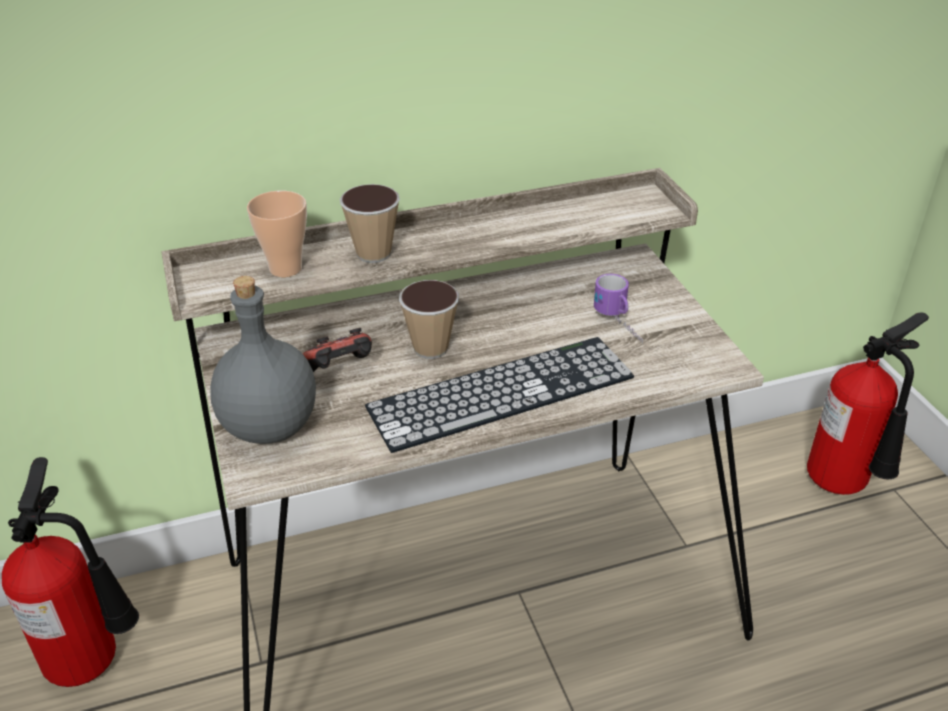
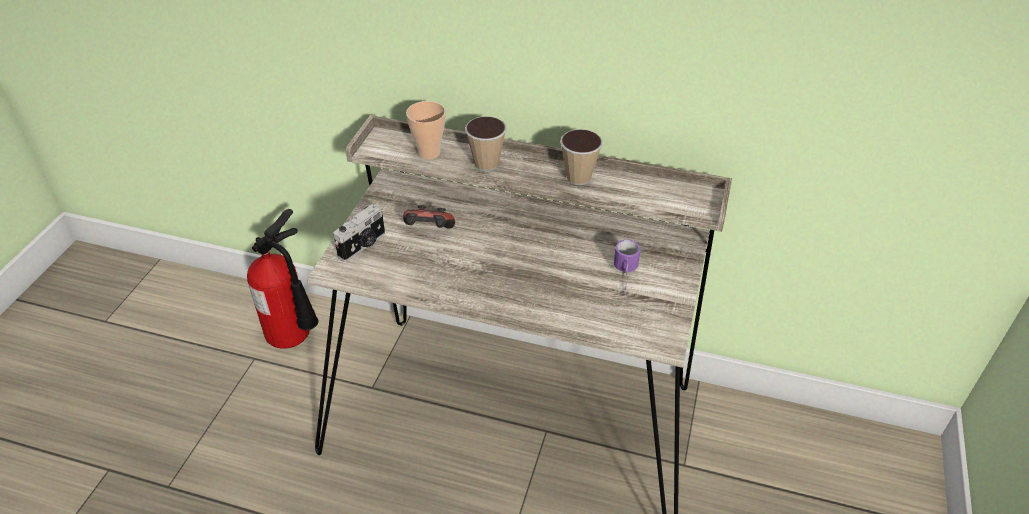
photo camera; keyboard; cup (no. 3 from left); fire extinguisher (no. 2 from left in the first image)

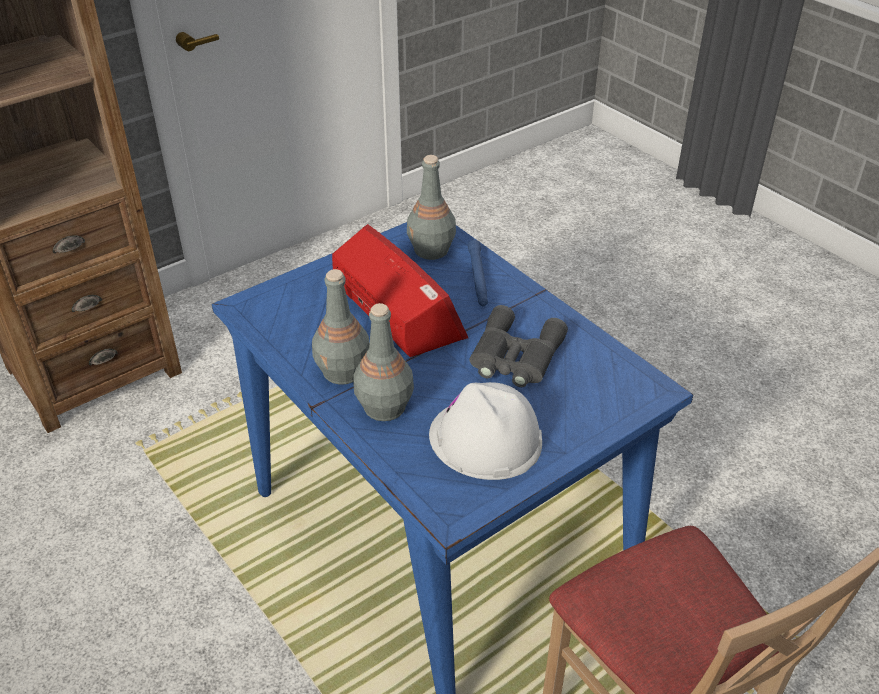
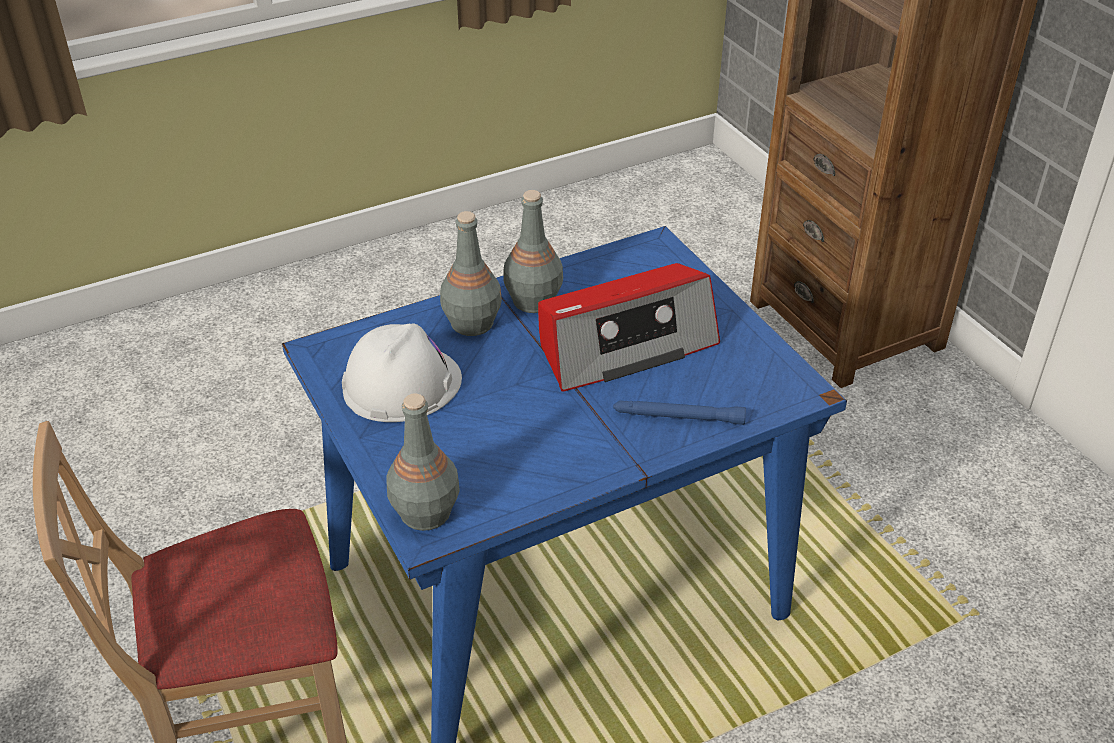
grey bottle (no. 1 from left); grey binoculars

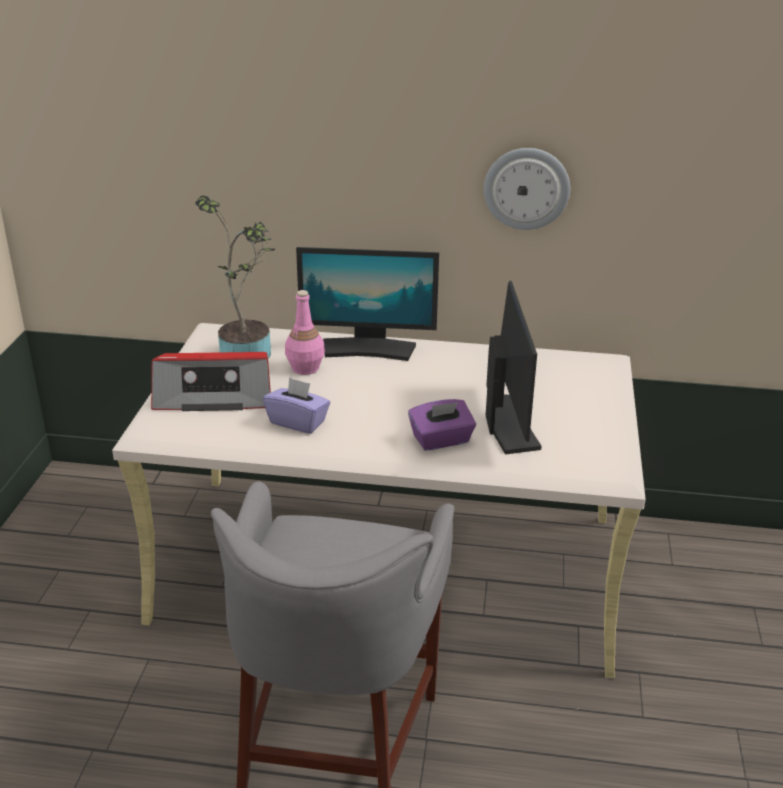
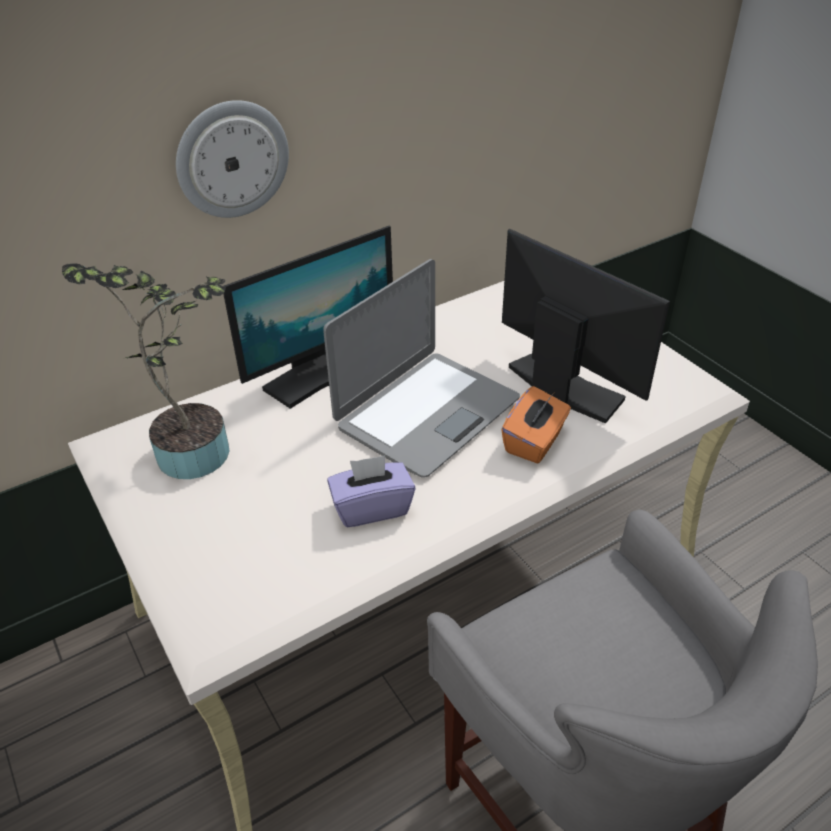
radio; pink bottle; orange tissue box; wall clock; laptop

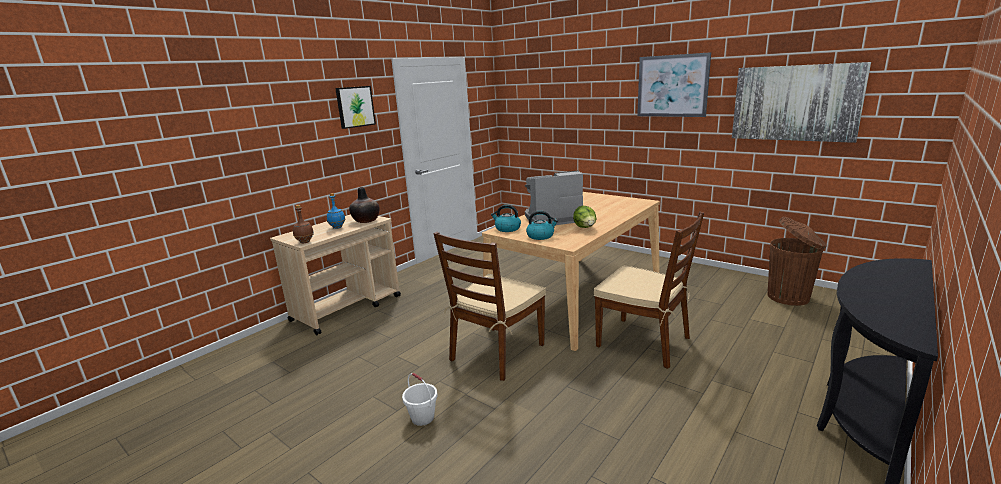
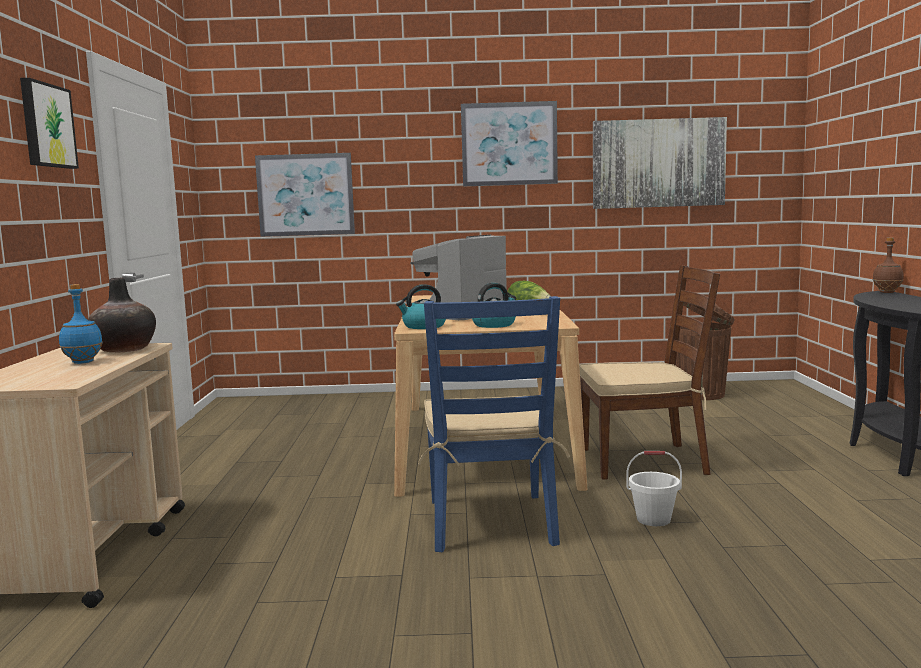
brown bottle; white bucket; blue chair; picture (no. 2 from left)

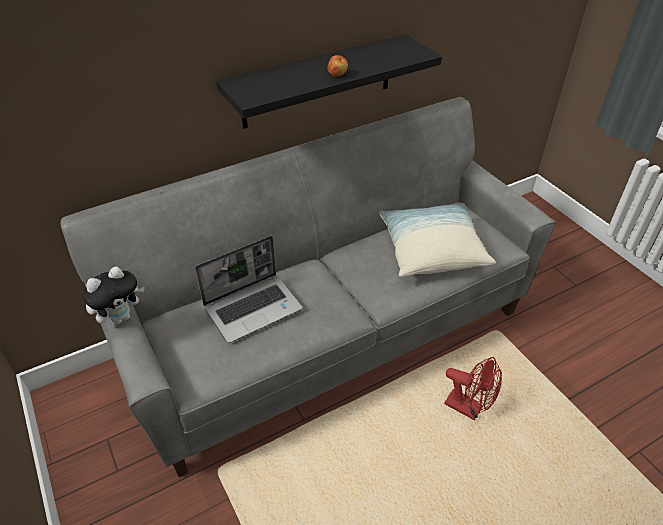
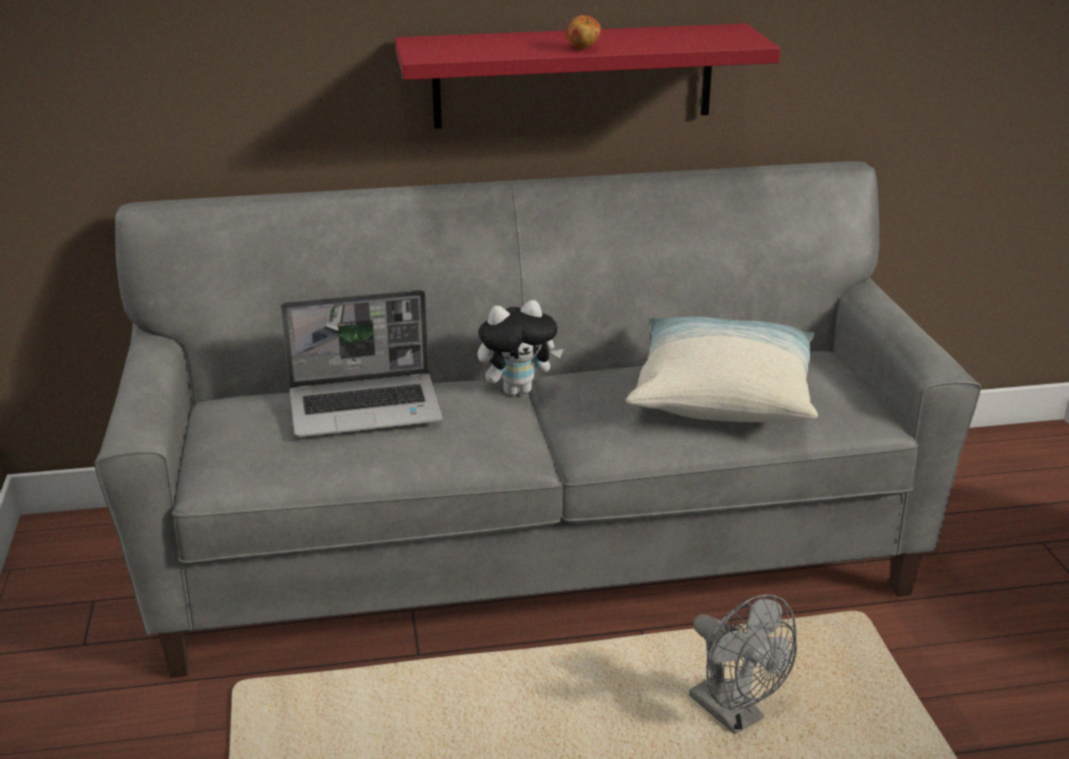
plush toy; red shelf; grey fan

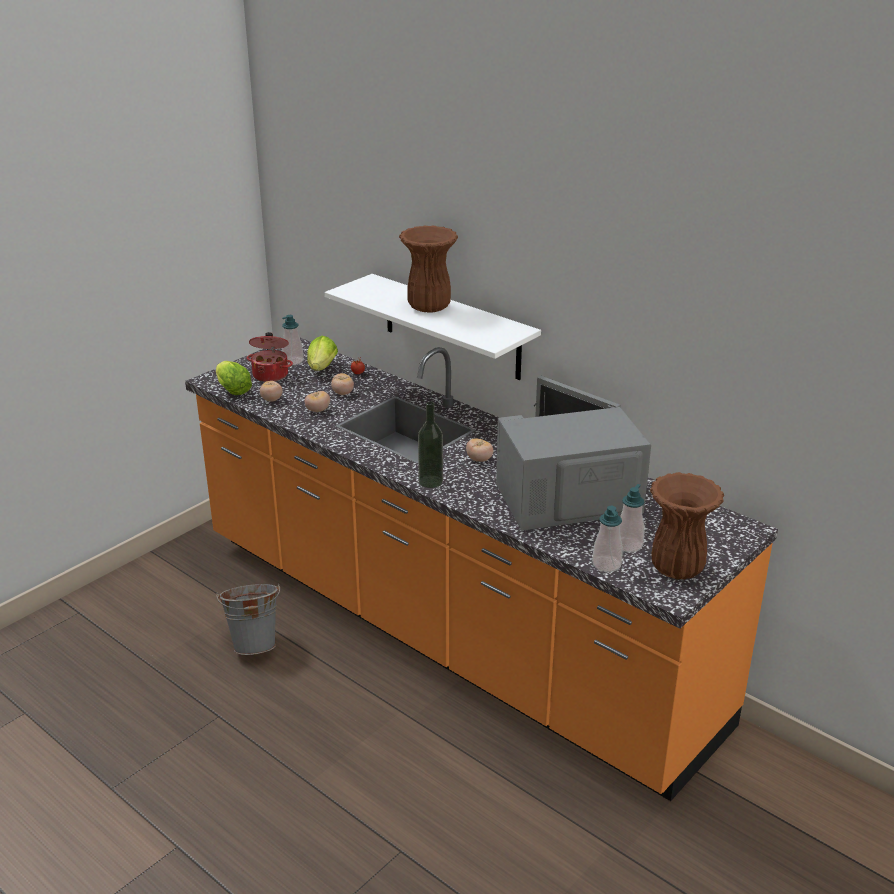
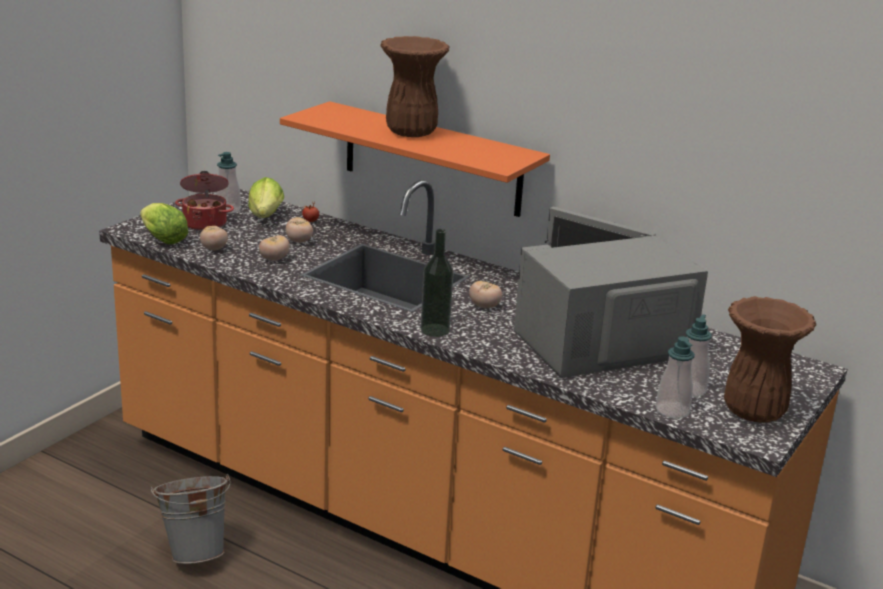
orange shelf

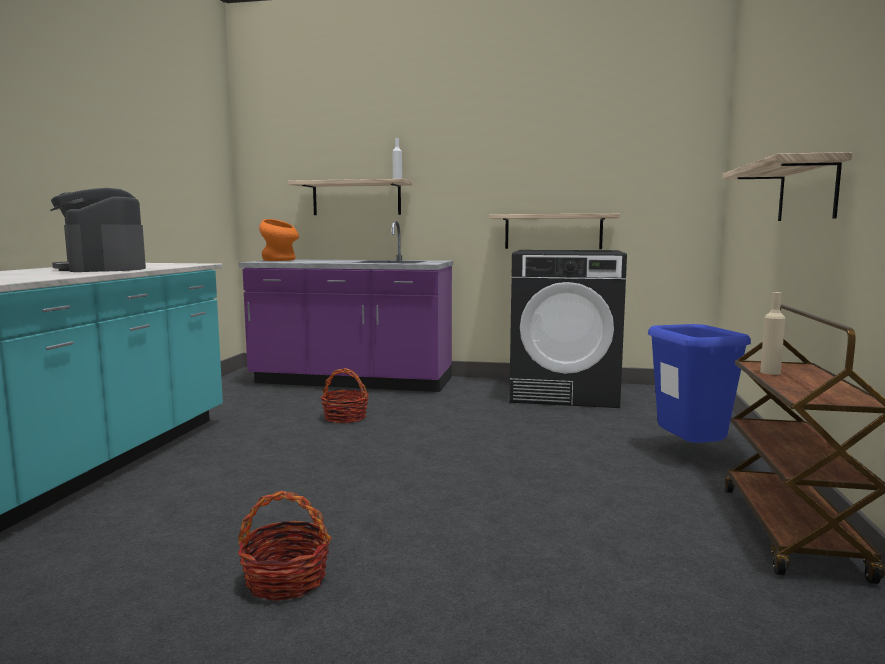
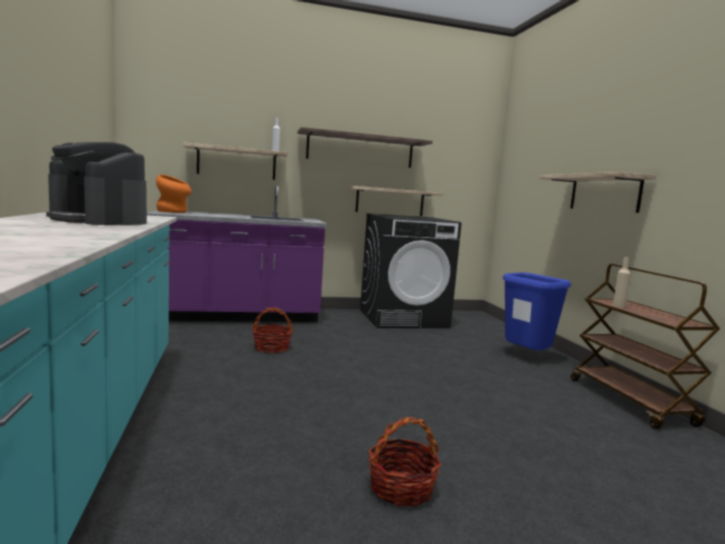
shelf (no. 2 from left)

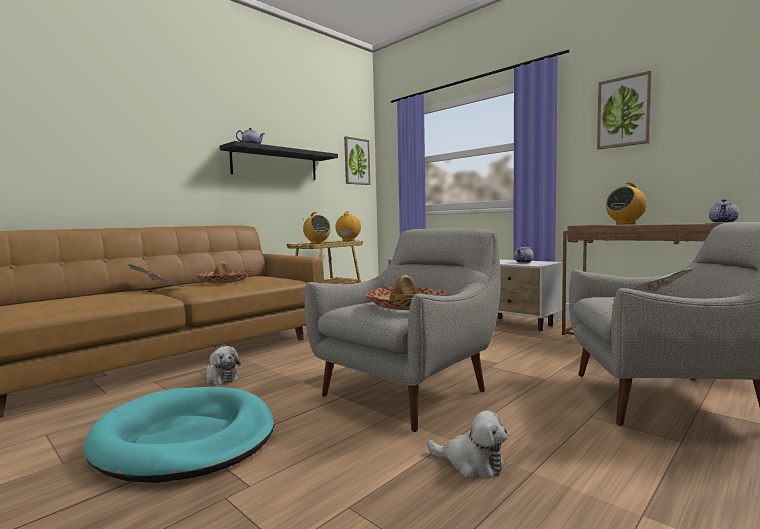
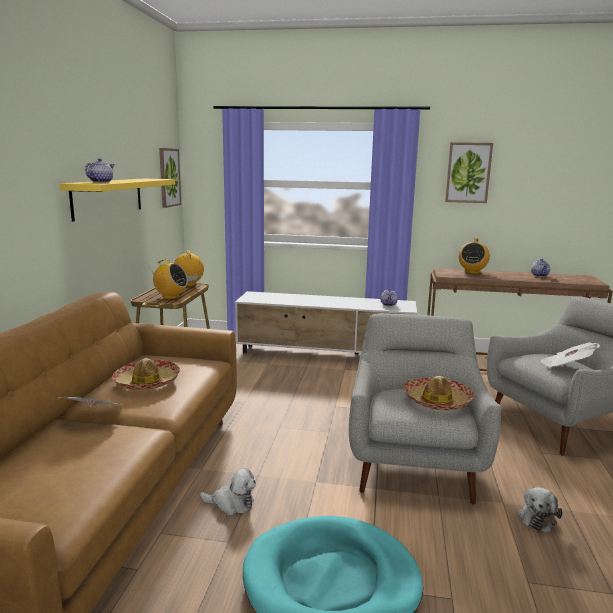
yellow shelf; plush toy (no. 2 from left)

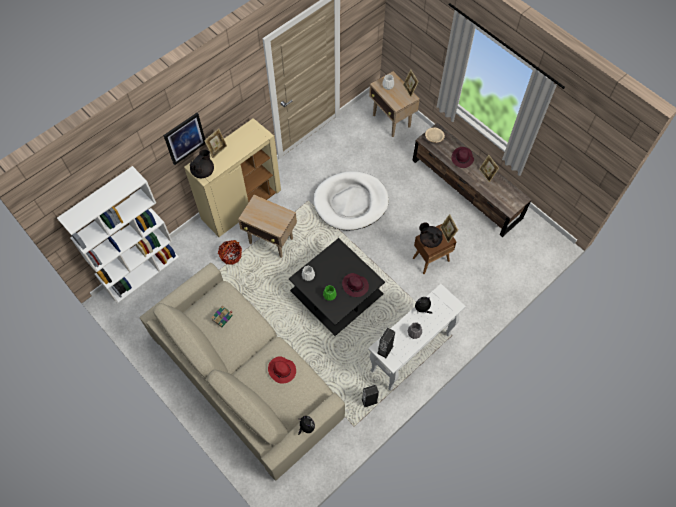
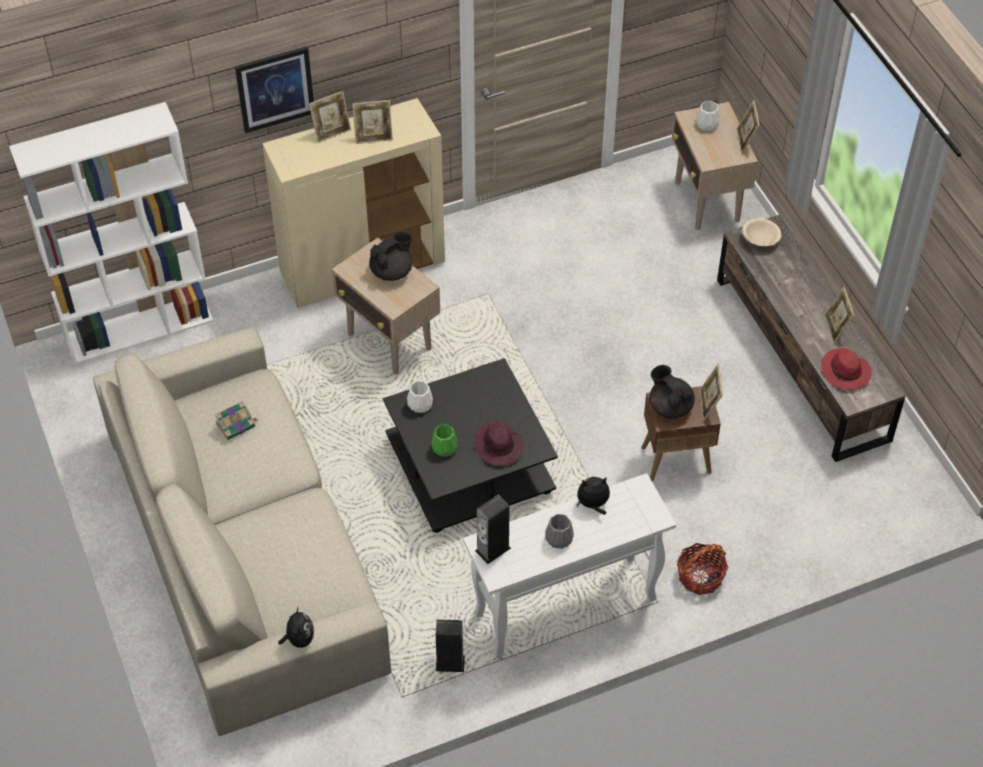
black teapot (no. 1 from left); basket; red hat; white dog bed; purple hat (no. 2 from left in the first image); picture frame (no. 2 from left)

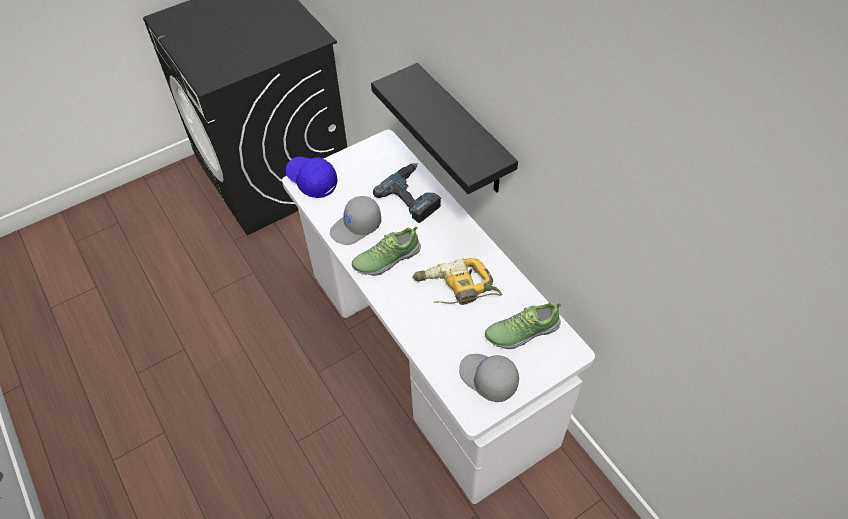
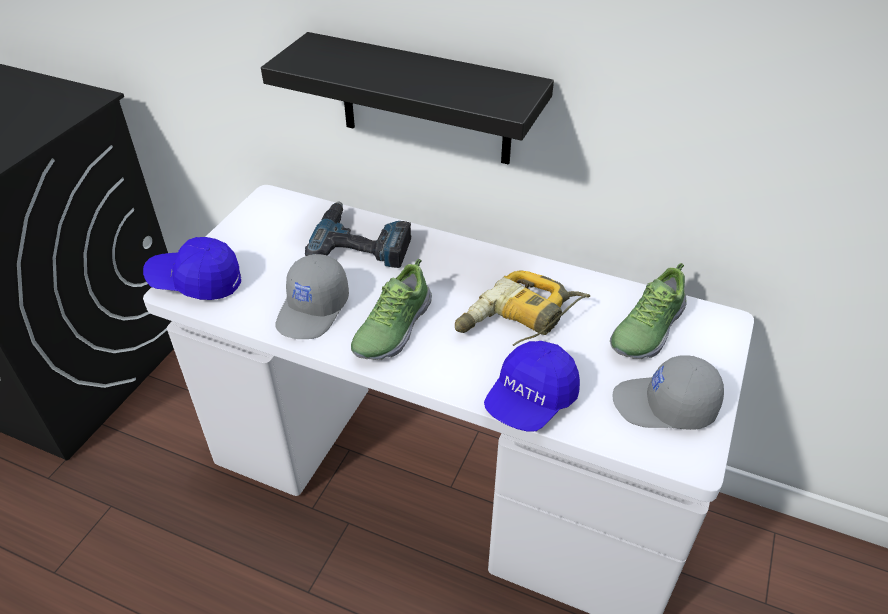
blue cap (no. 2 from left)

